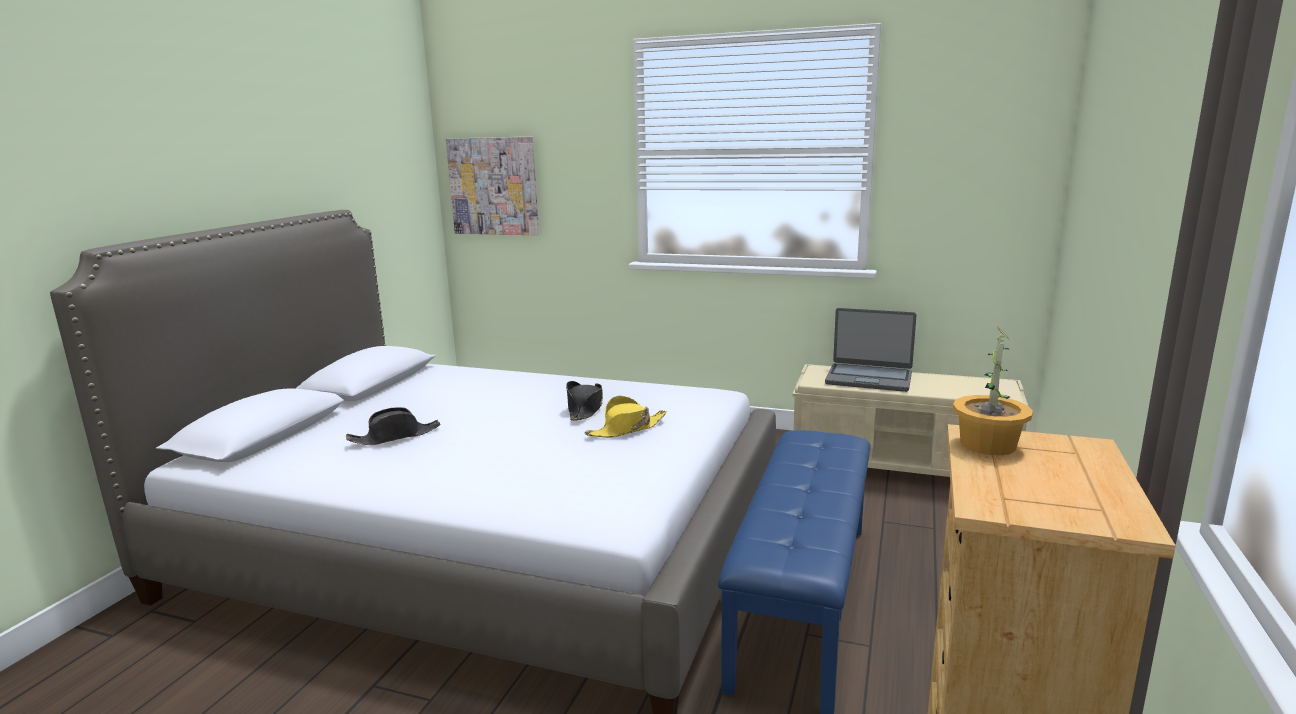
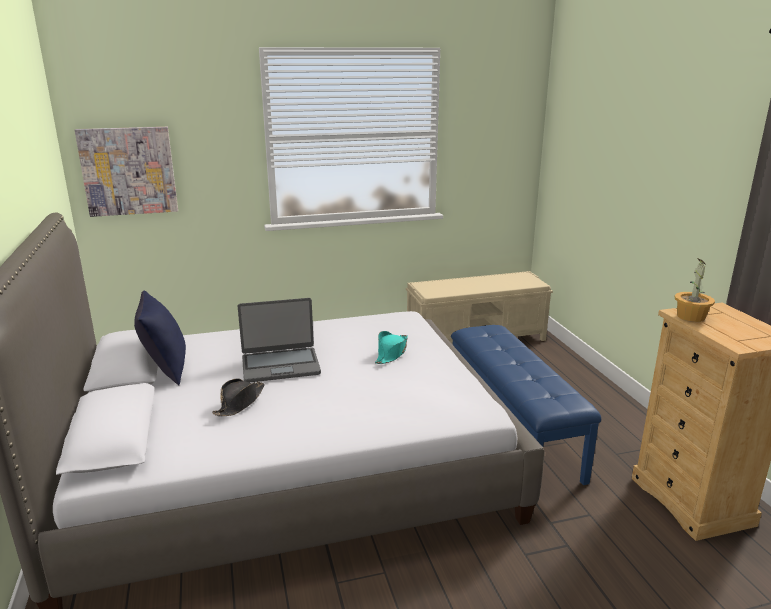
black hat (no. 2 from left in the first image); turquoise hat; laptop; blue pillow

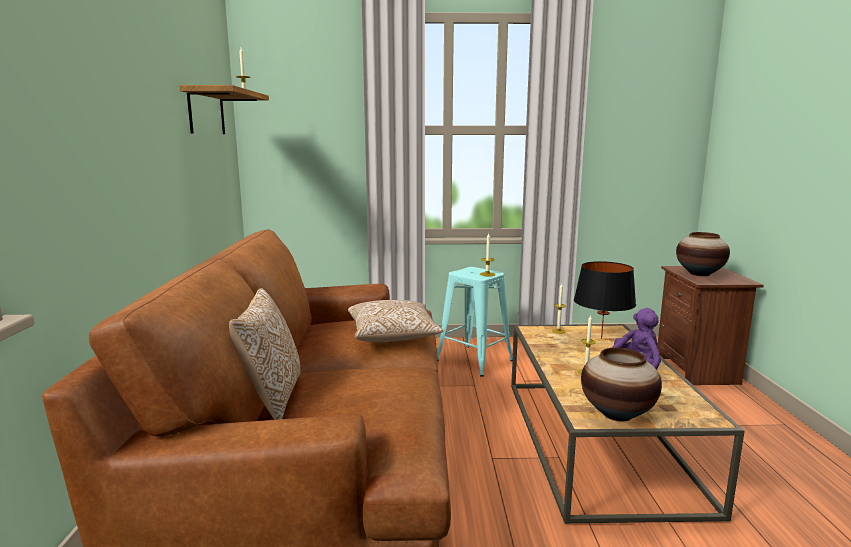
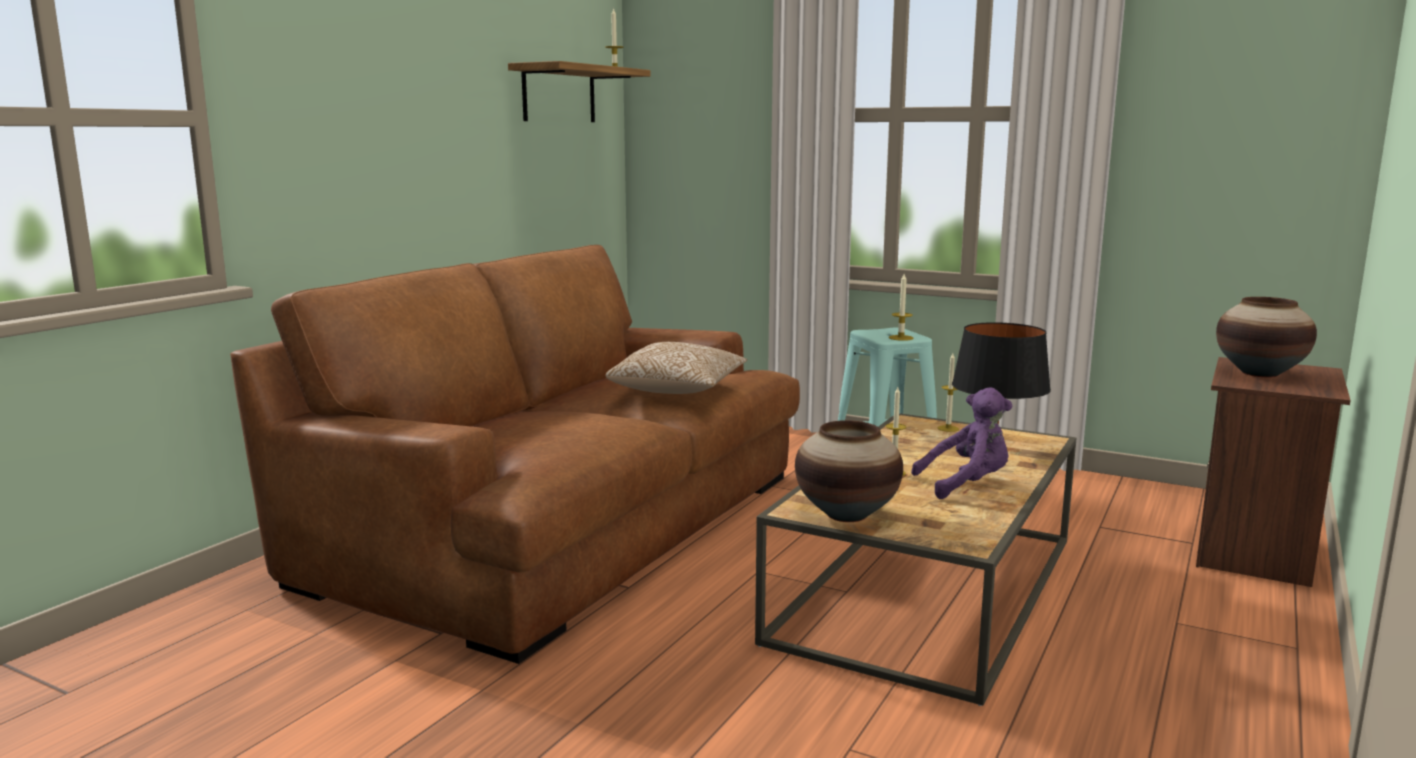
pillow (no. 1 from left in the first image)

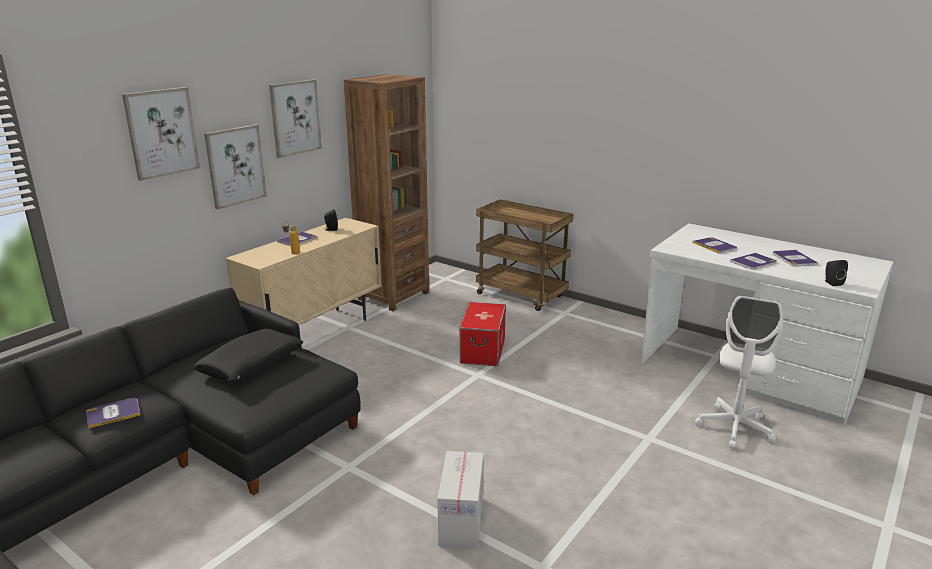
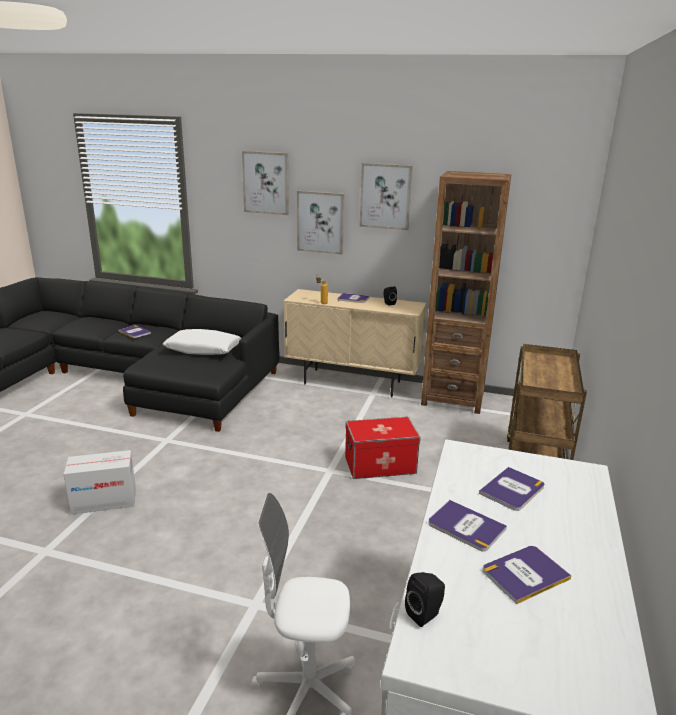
white pillow

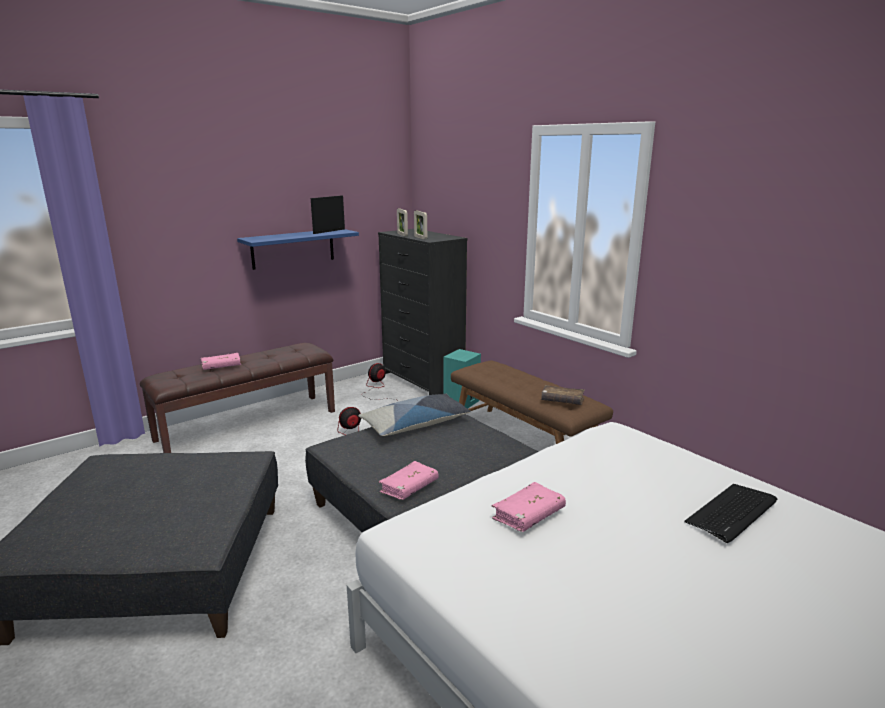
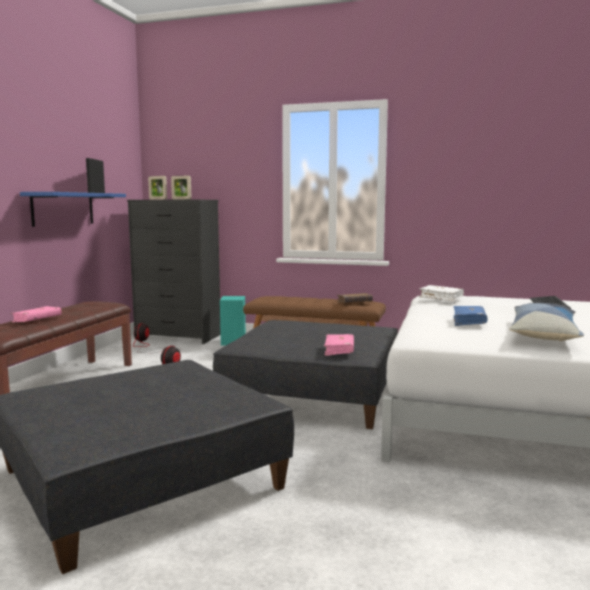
pillow; blue book; white book

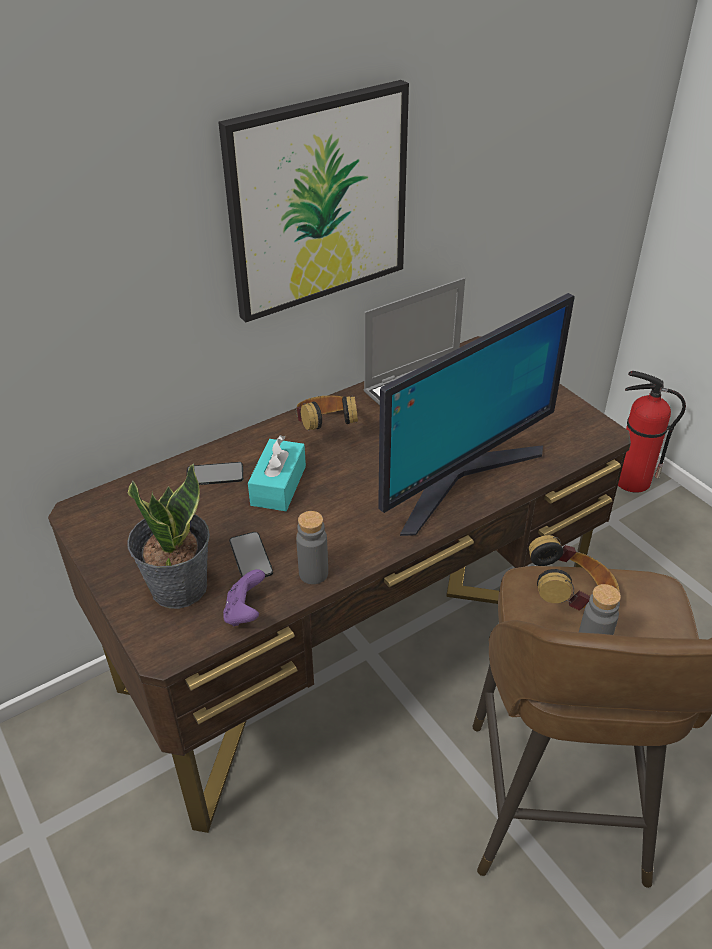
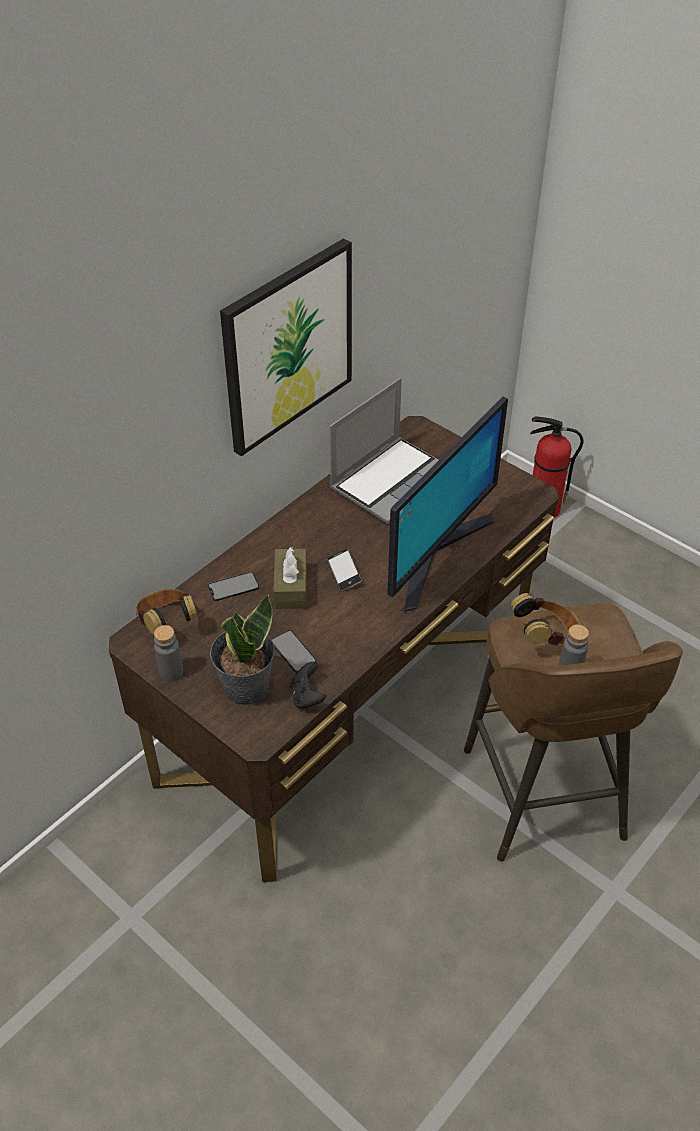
black game controller; brown tissue box; headphones (no. 1 from left); grey bottle (no. 1 from left); phone (no. 3 from left)

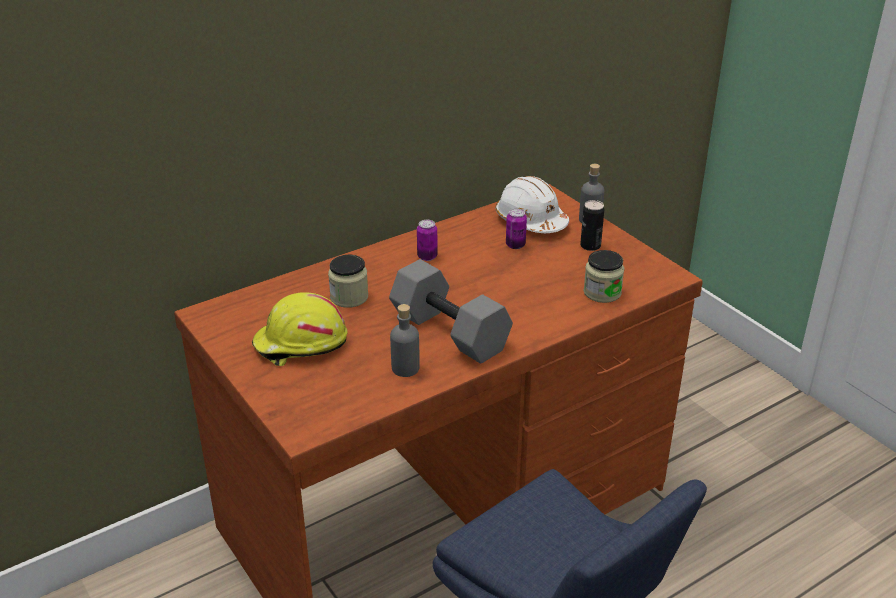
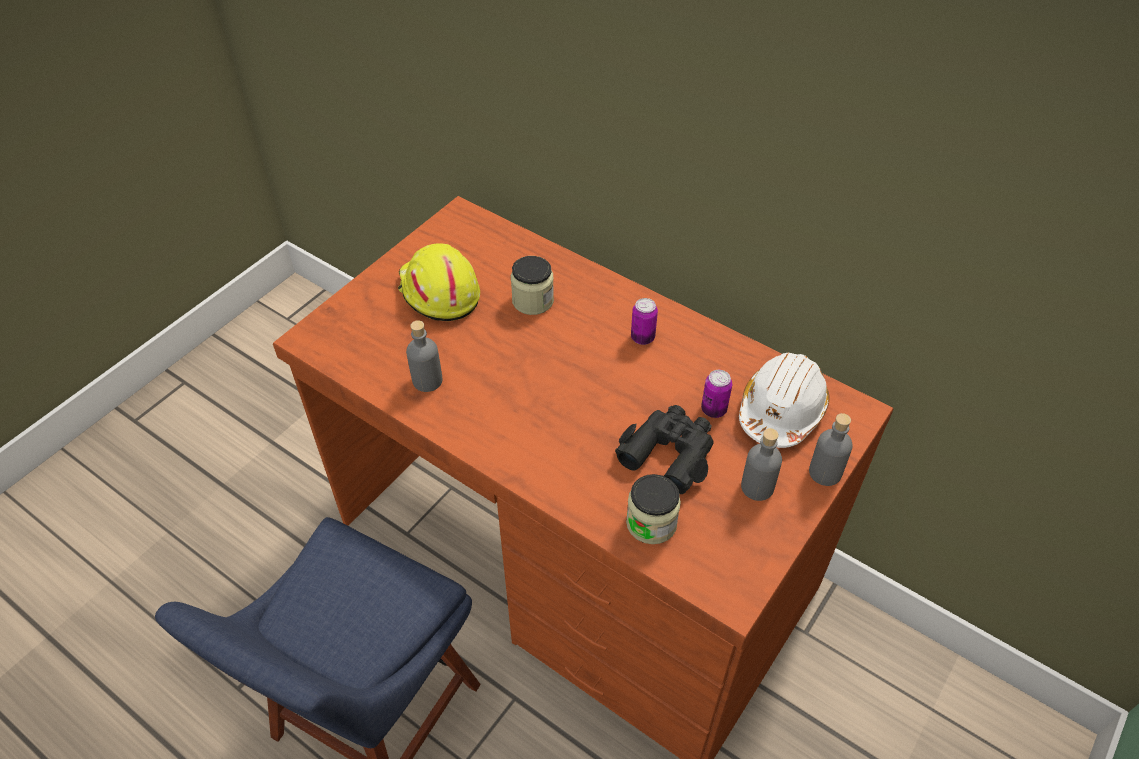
grey dumbbell; grey bottle (no. 2 from left); black binoculars

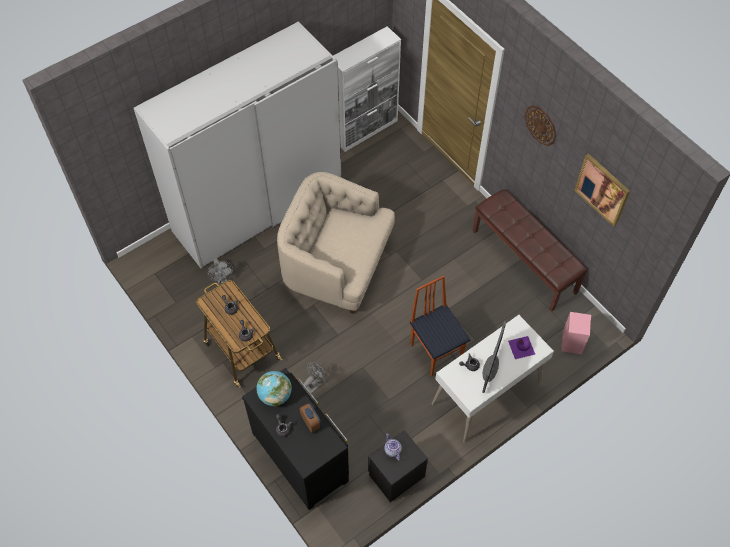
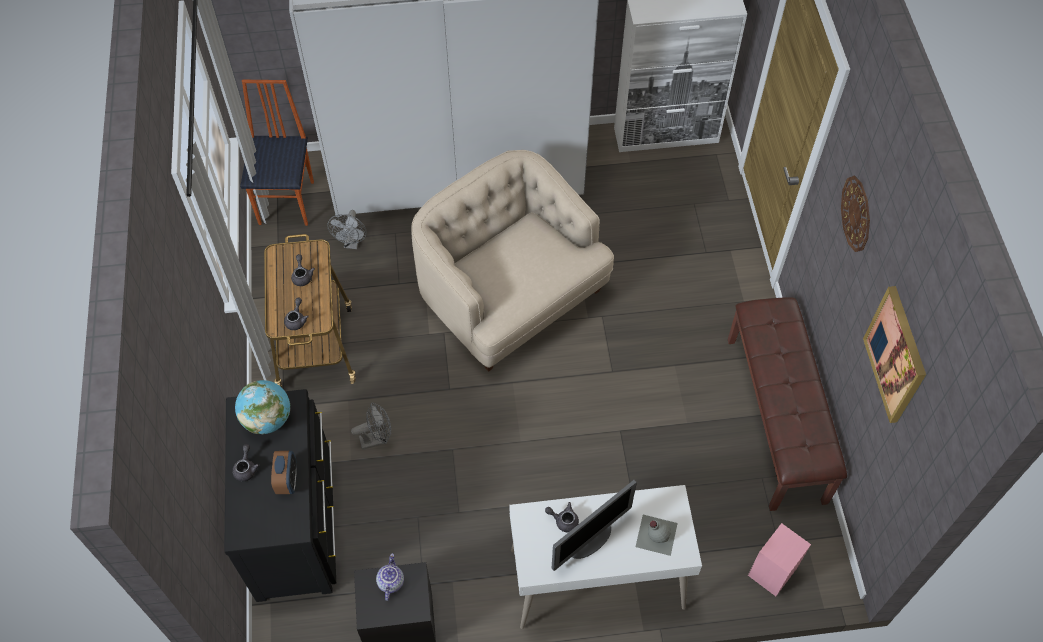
chair; grey bottle

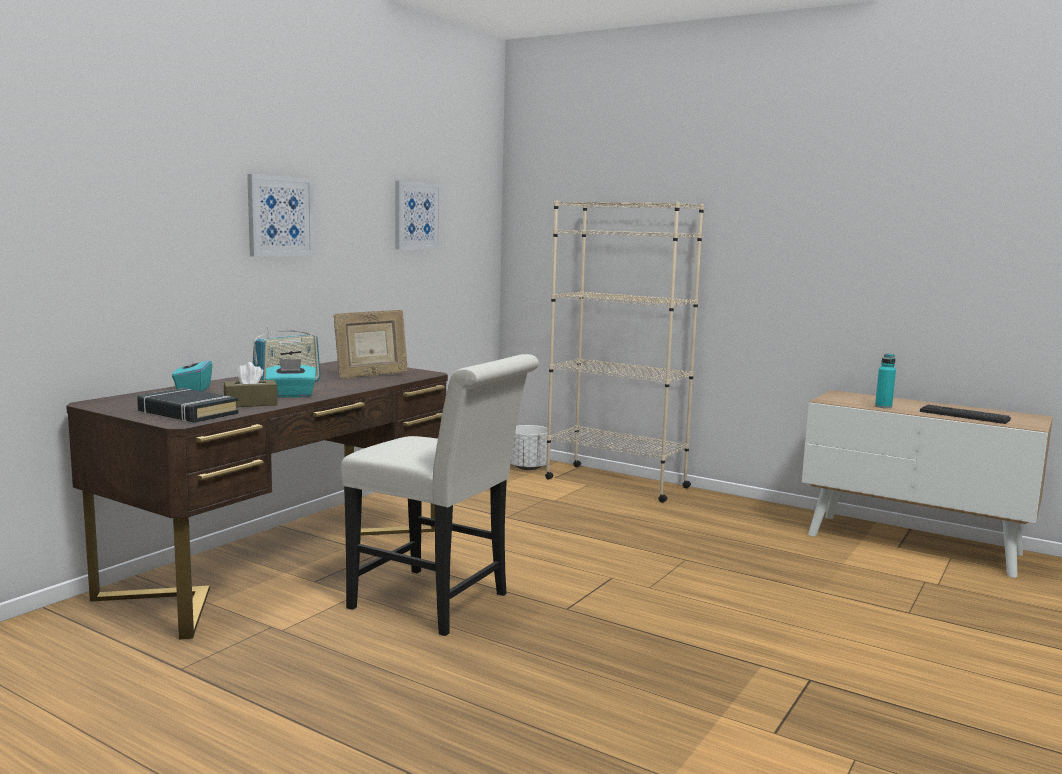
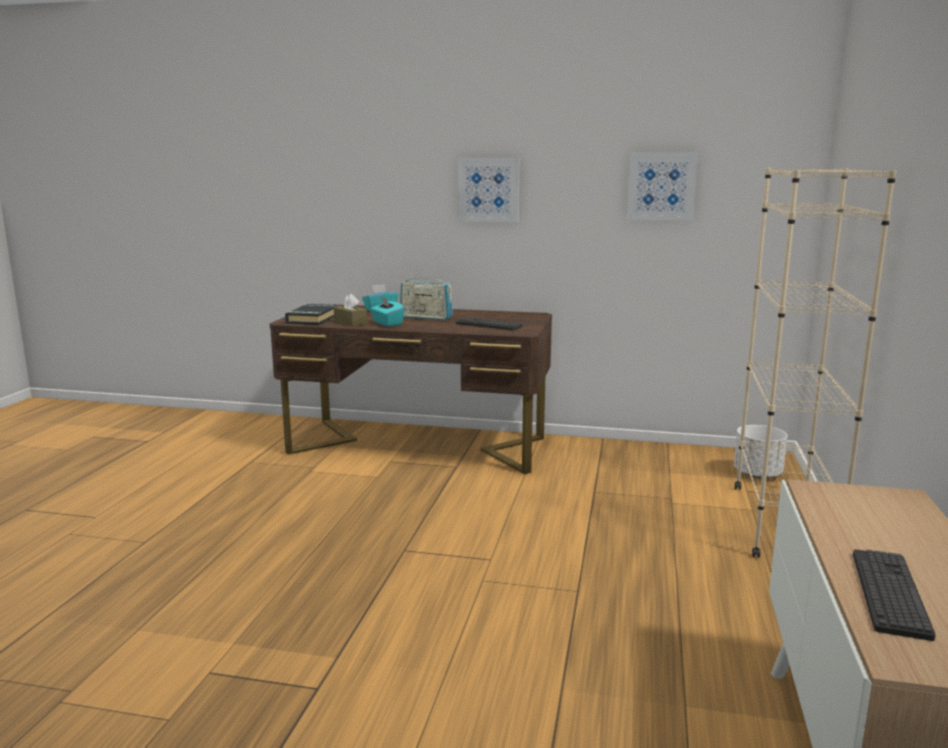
keyboard (no. 1 from left); white chair; turquoise bottle

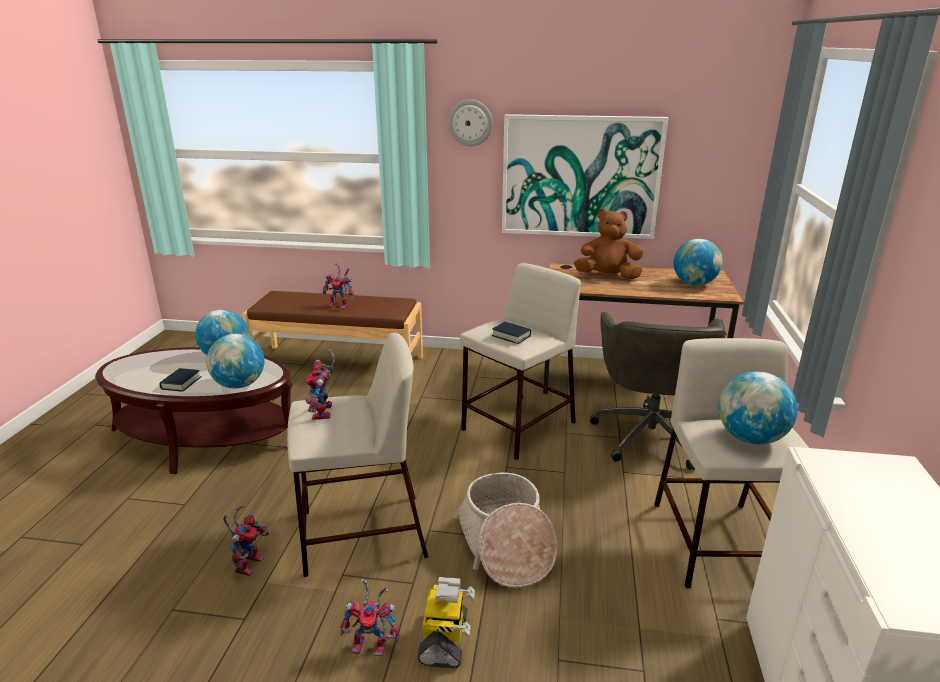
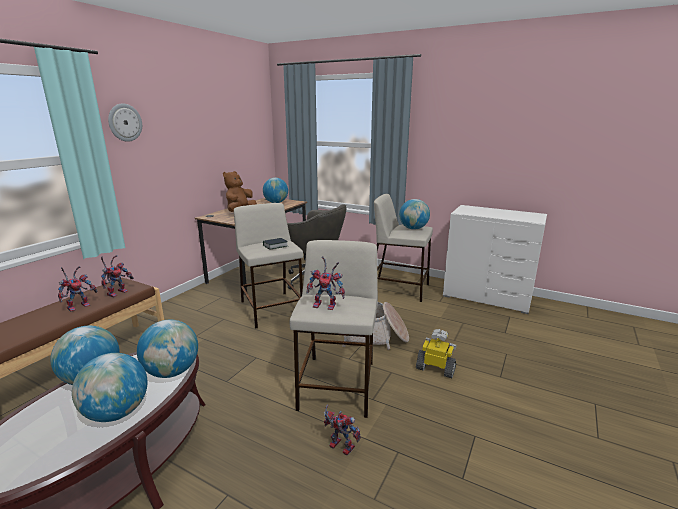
globe (no. 2 from left); toy robot (no. 2 from left); picture

